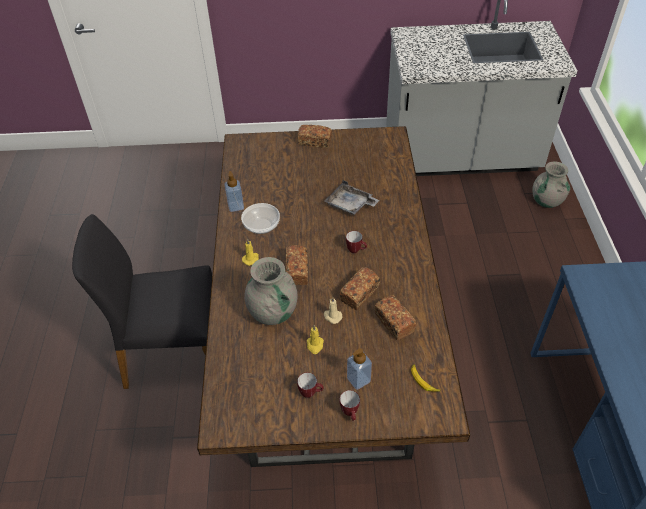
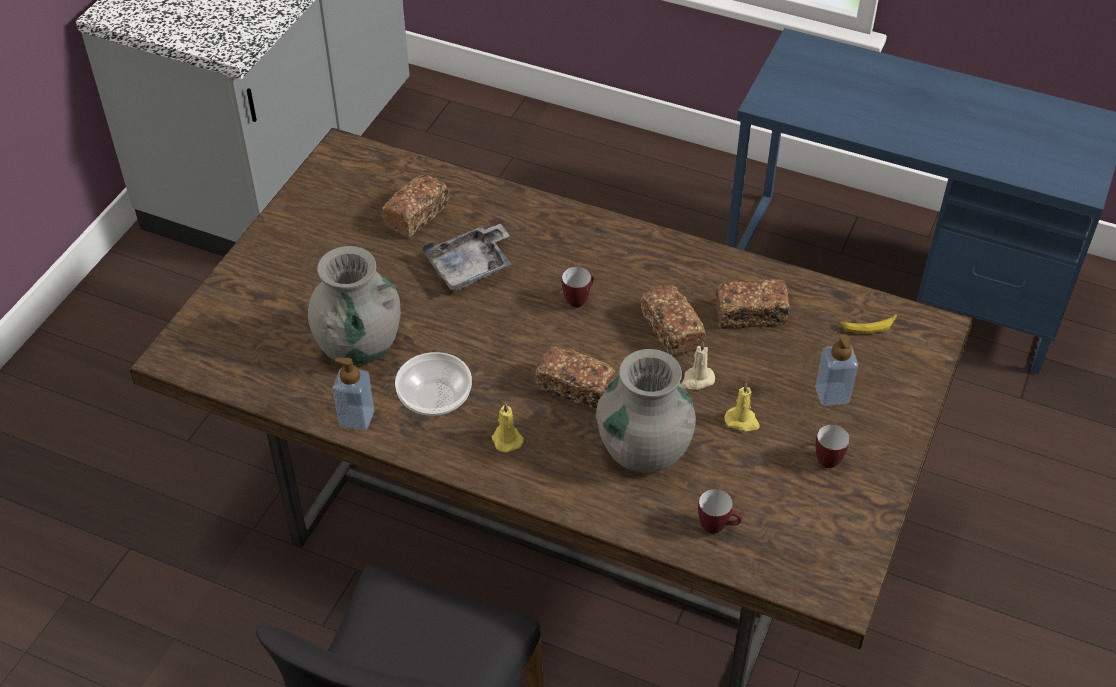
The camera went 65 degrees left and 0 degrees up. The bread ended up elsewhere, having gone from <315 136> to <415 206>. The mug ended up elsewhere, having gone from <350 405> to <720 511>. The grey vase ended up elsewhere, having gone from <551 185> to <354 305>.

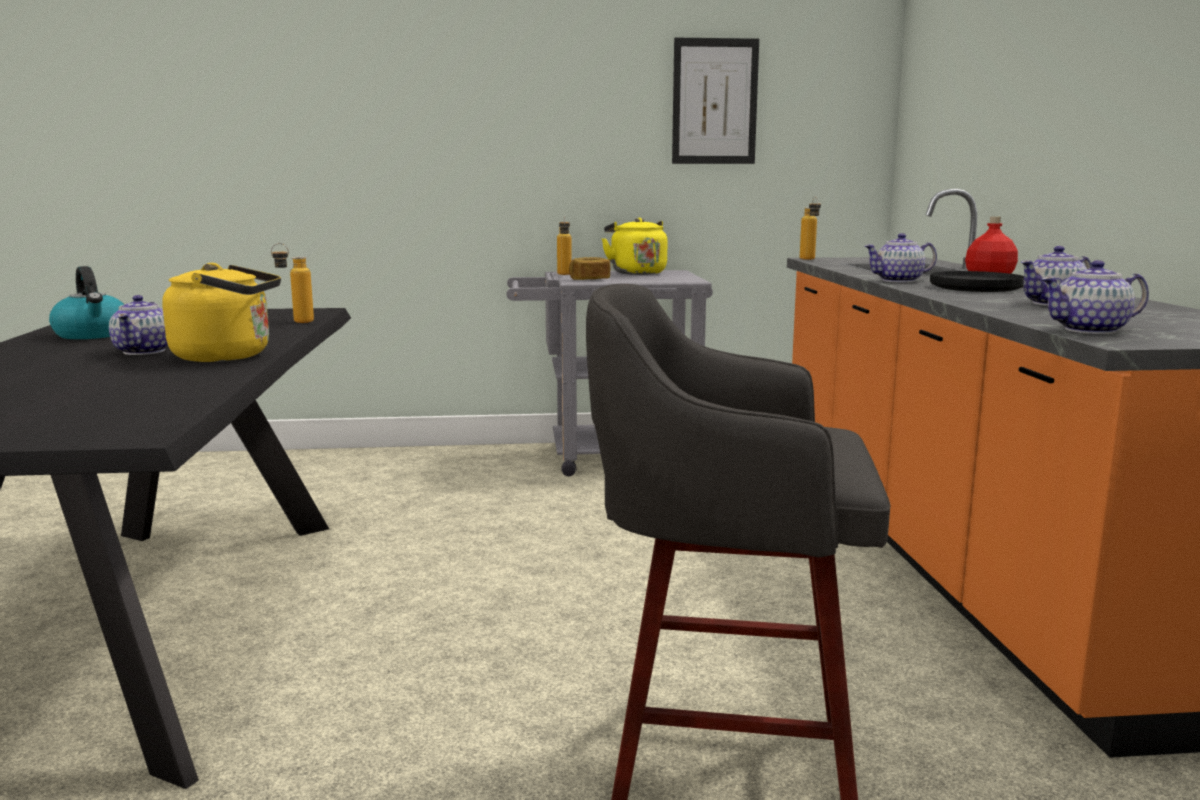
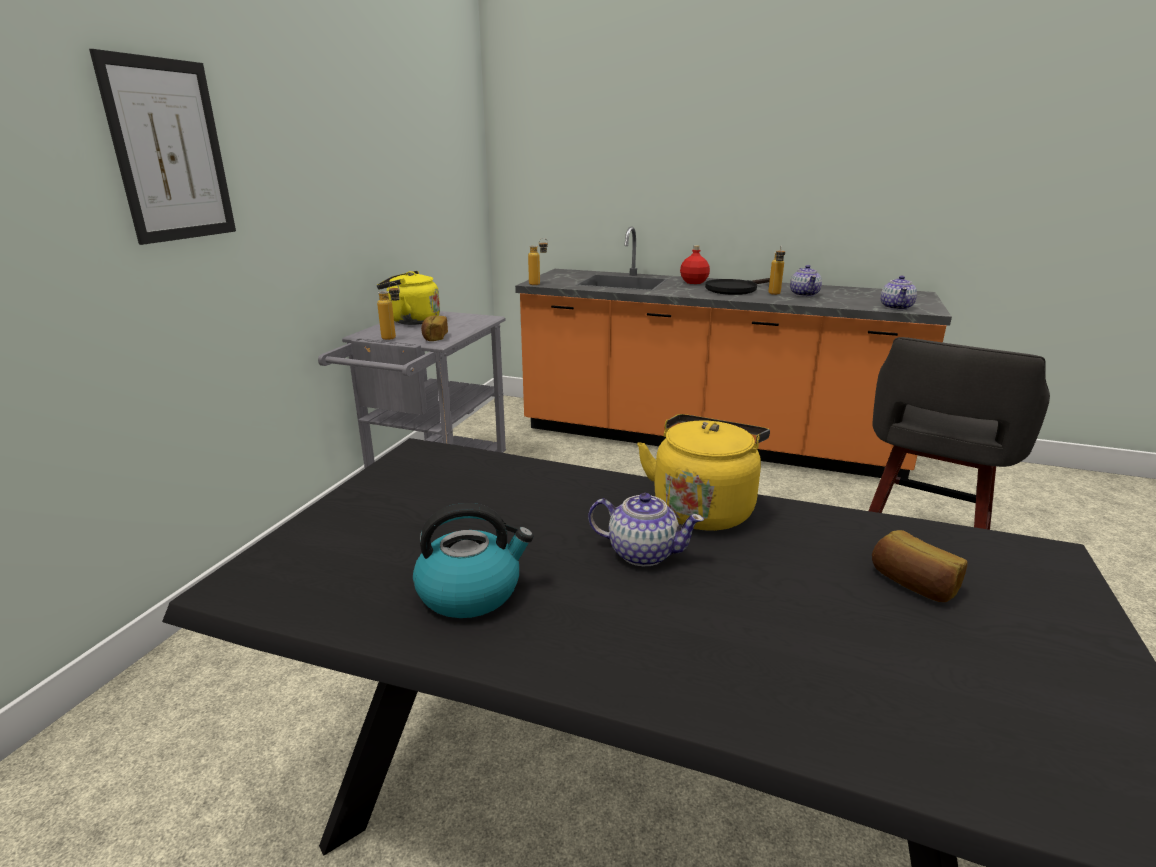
The camera went 65 degrees left and 10 degrees up. The second view lost the teapot at <900 258>. The second view gained the bread at <919 566>. The bottle ended up elsewhere, having gone from <292 283> to <776 270>. The picture ended up elsewhere, having gone from <715 101> to <162 147>.

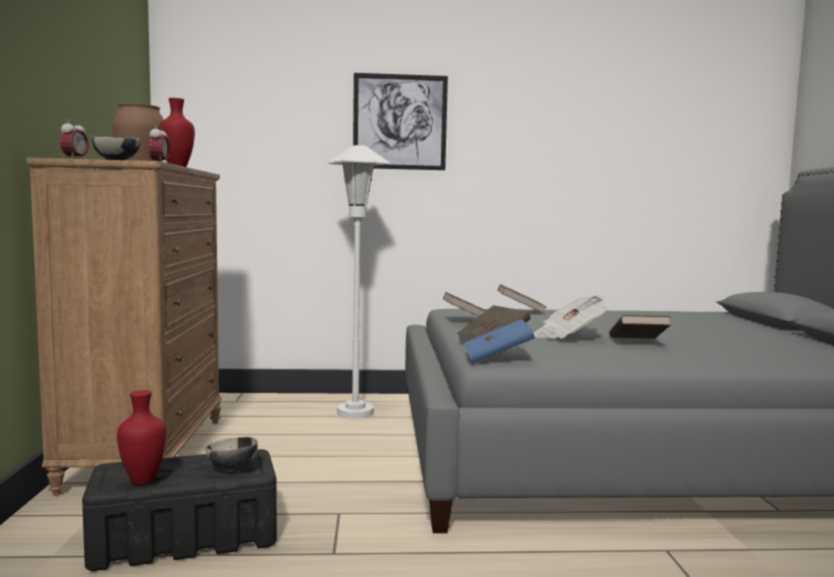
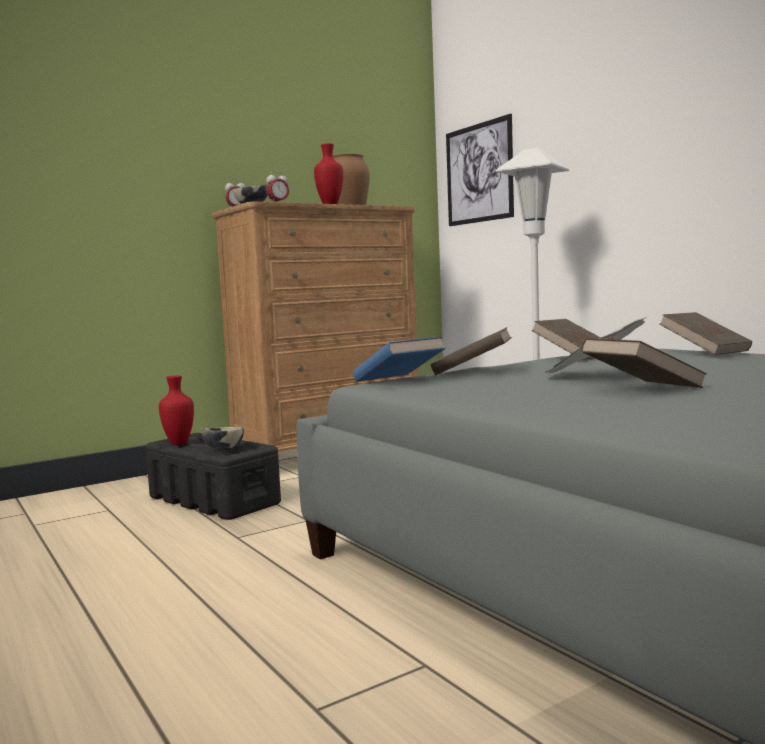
The camera went 60 degrees right and 0 degrees up. The picture ended up elsewhere, having gone from <400 121> to <480 170>.

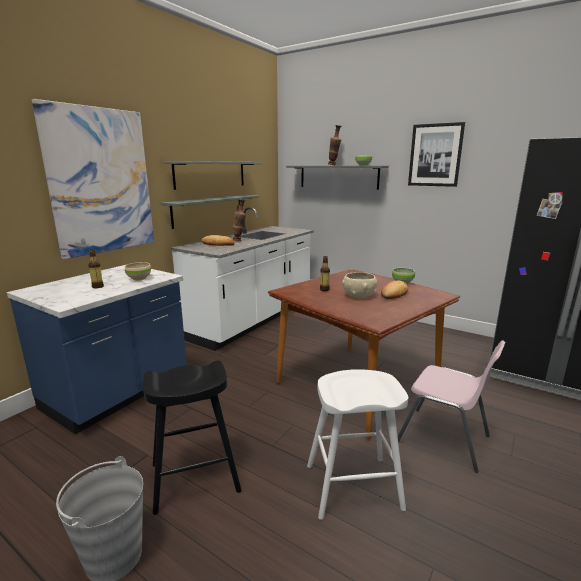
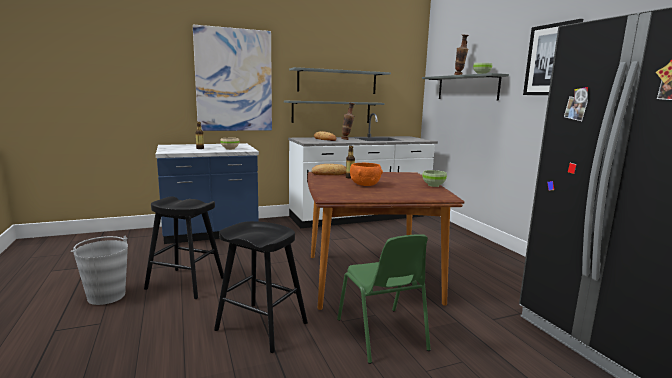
The camera went 35 degrees right and 5 degrees down. The bread ended up elsewhere, having gone from <394 289> to <328 169>. What was the white stool at <357 444> turned into the black stool at <261 287>. What was the beige bowl at <359 285> turned into the orange bowl at <366 174>. What was the pink chair at <451 407> turned into the green chair at <384 299>.

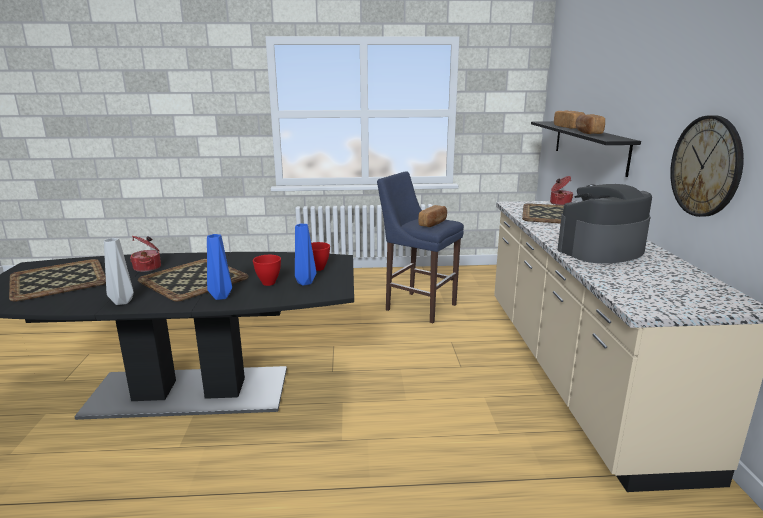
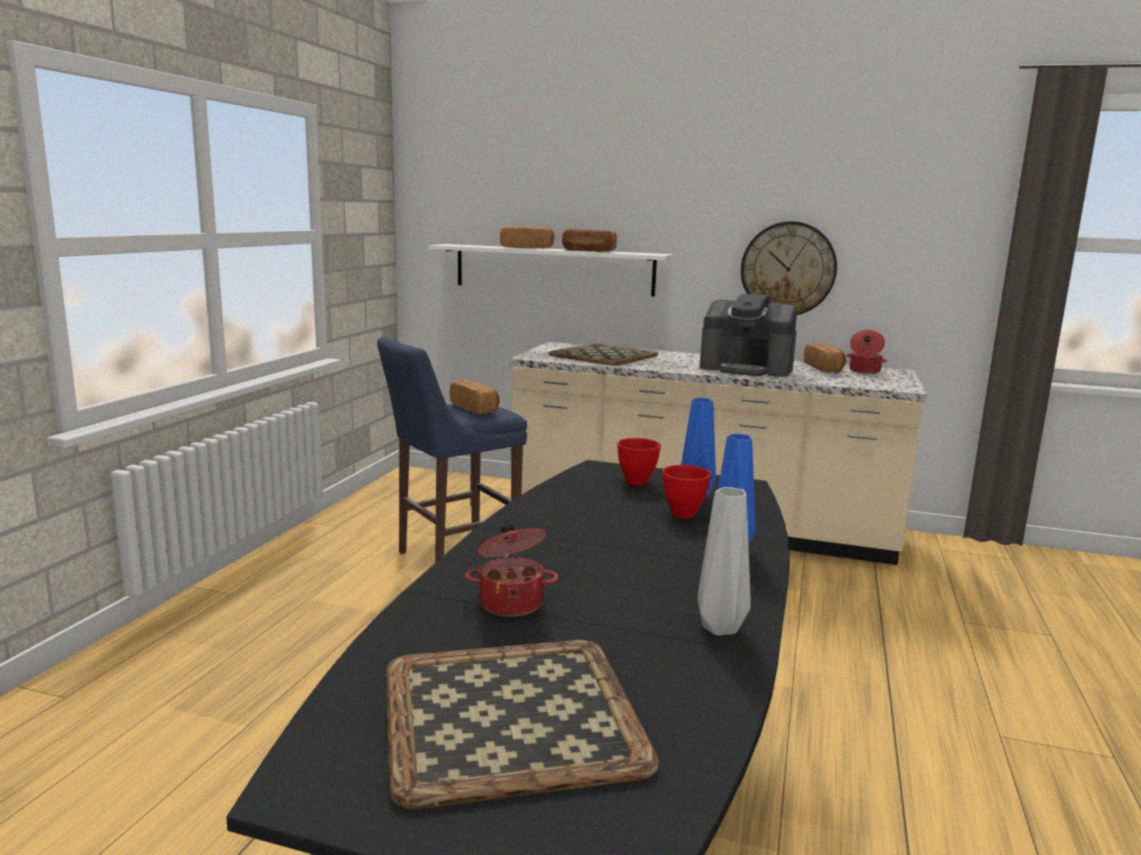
The camera went 70 degrees left and 5 degrees down. The second view lost the tray at <193 280>. The second view gained the bread at <825 358>. The cooking pot ended up elsewhere, having gone from <562 190> to <866 352>. What was the black shelf at <586 149> turned into the white shelf at <550 270>. The coffee machine at <605 224> ended up facing another way, 60 degrees counterclockwise from before.

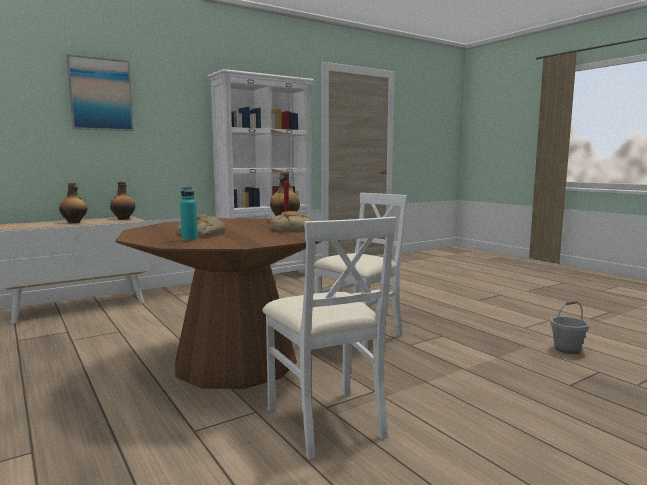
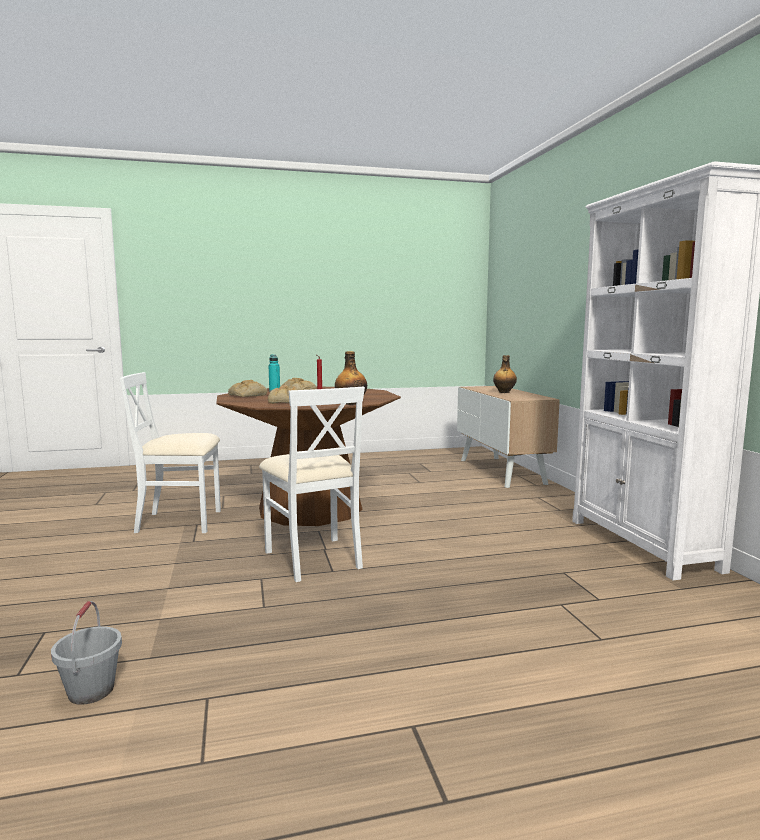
The camera went 110 degrees right and 0 degrees up. The second view lost the picture at <100 92>. The second view lost the bottle at <123 200>. The second view gained the bread at <247 388>.

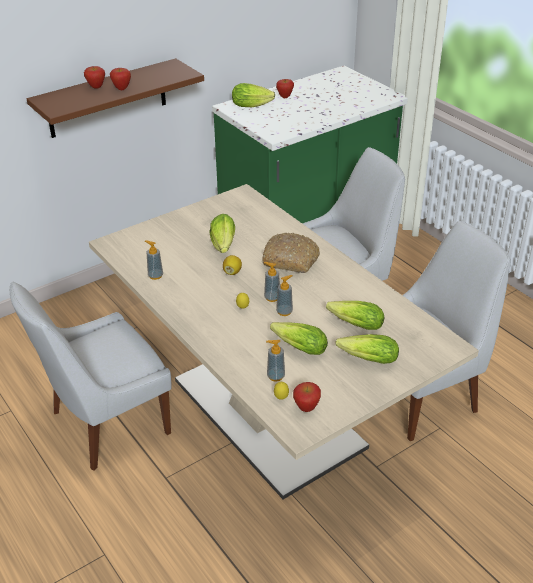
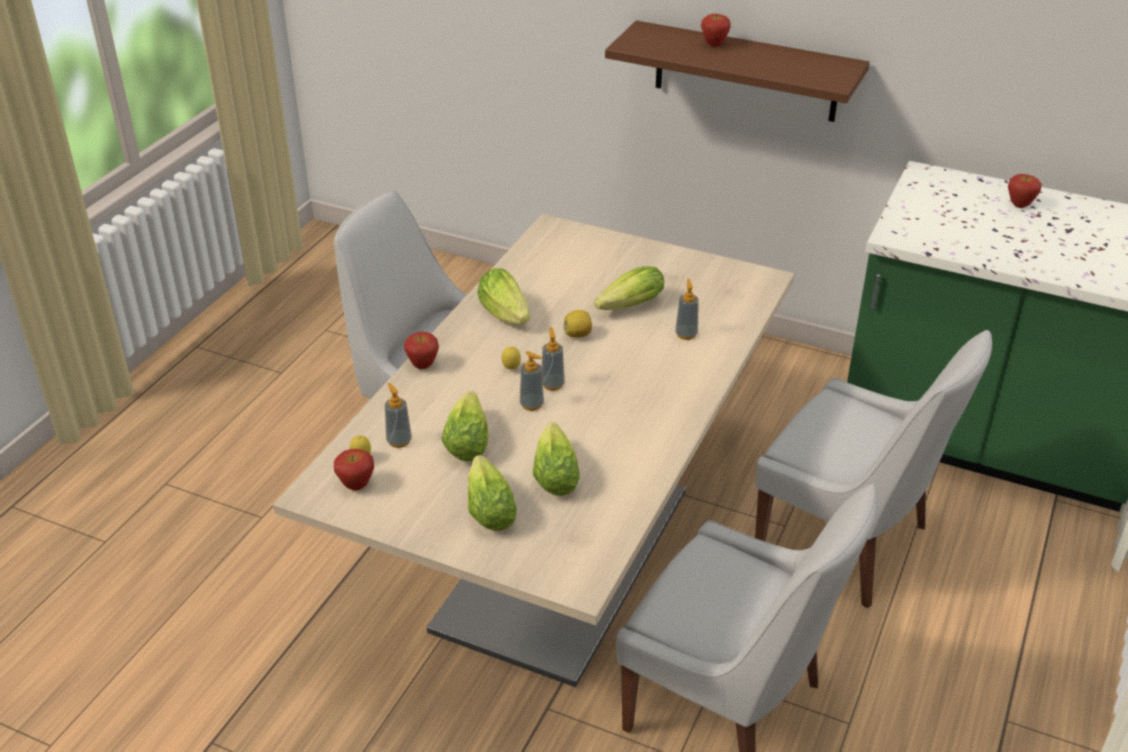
The camera went 60 degrees right and 0 degrees up. The second view lost the bread at <291 253>. The apple ended up elsewhere, having gone from <120 79> to <421 350>. The soap dispenser ended up elsewhere, having gone from <154 260> to <687 309>. The lettuce ended up elsewhere, having gone from <253 95> to <503 296>.

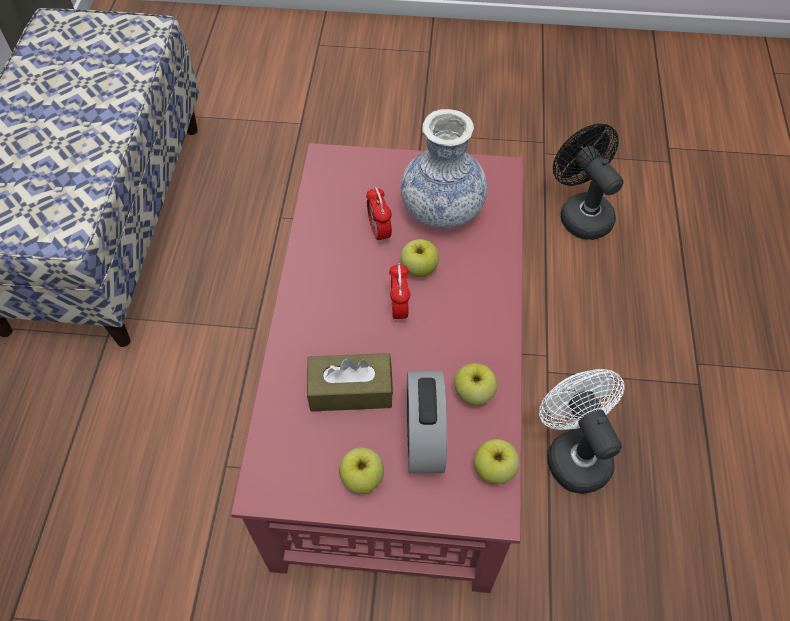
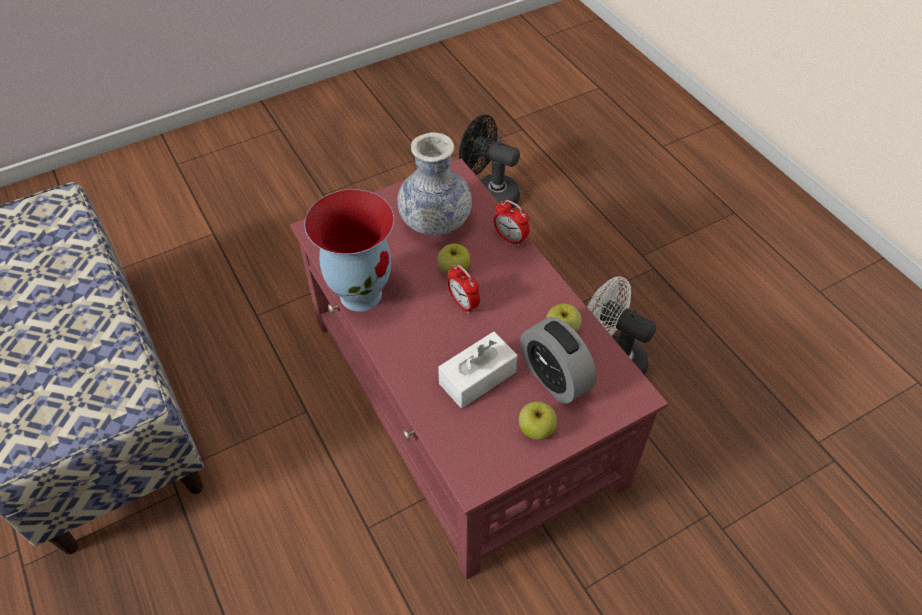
The camera went 35 degrees left and 5 degrees down. The second view lost the apple at <496 461>. The second view gained the vase at <349 250>. The alarm clock ended up elsewhere, having gone from <379 214> to <512 223>. What was the brown tissue box at <350 382> turned into the white tissue box at <478 370>.

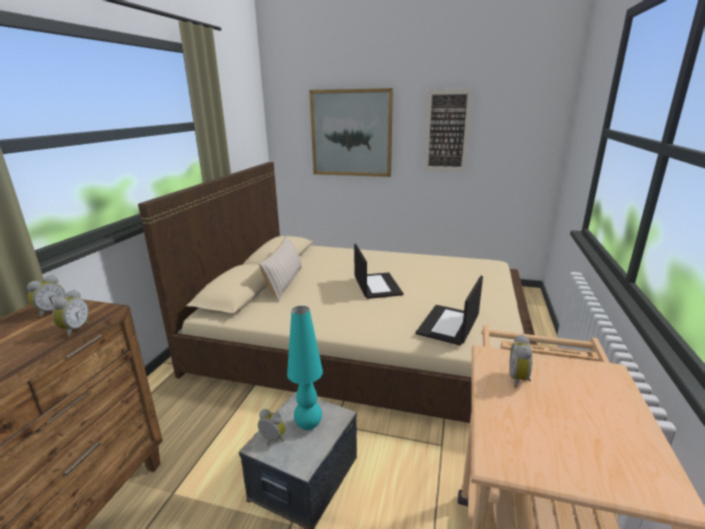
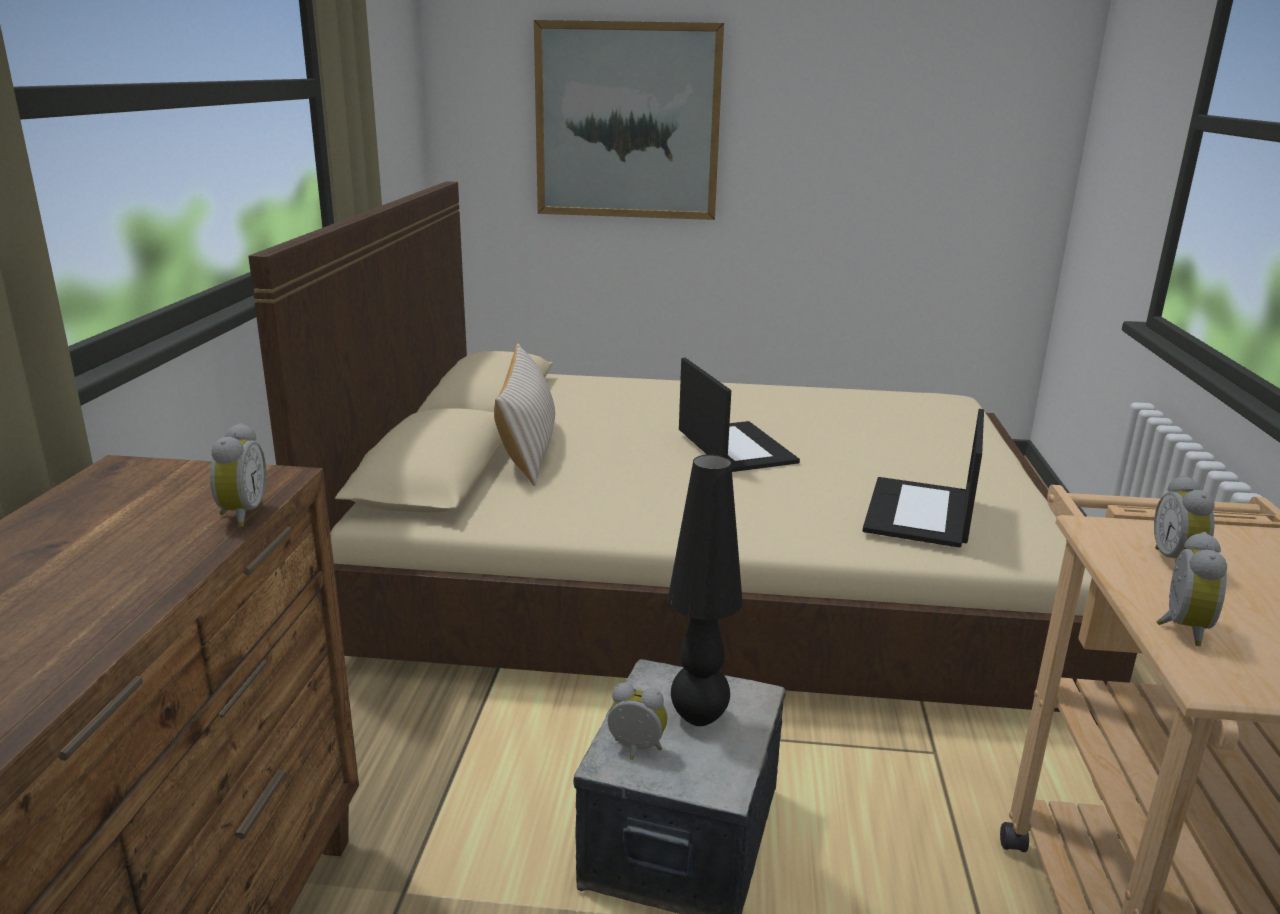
The camera went 10 degrees left and 0 degrees up. The second view lost the picture at <448 130>. The alarm clock ended up elsewhere, having gone from <46 296> to <1192 589>. What was the turquoise table lamp at <305 368> turned into the black table lamp at <705 590>.

